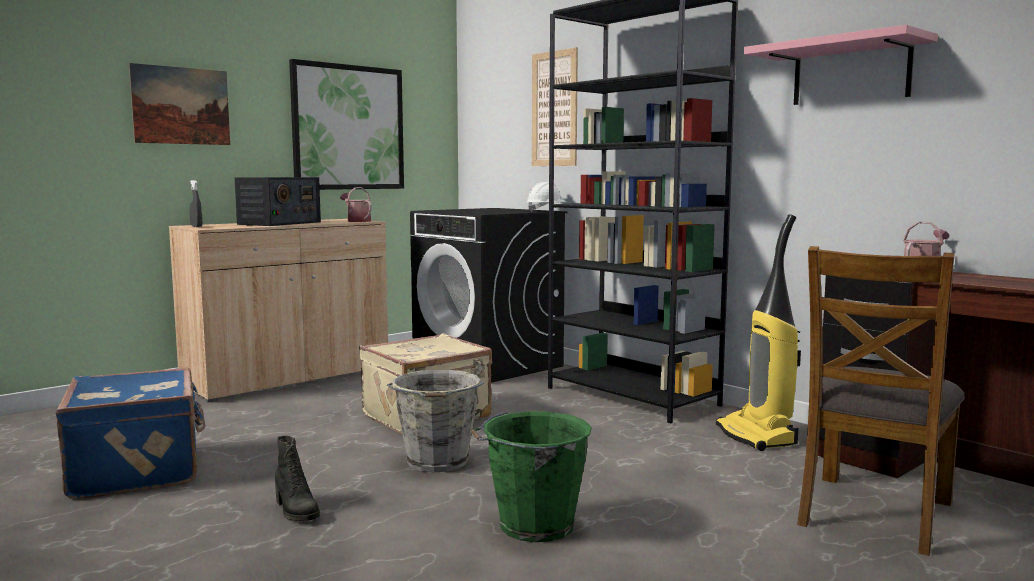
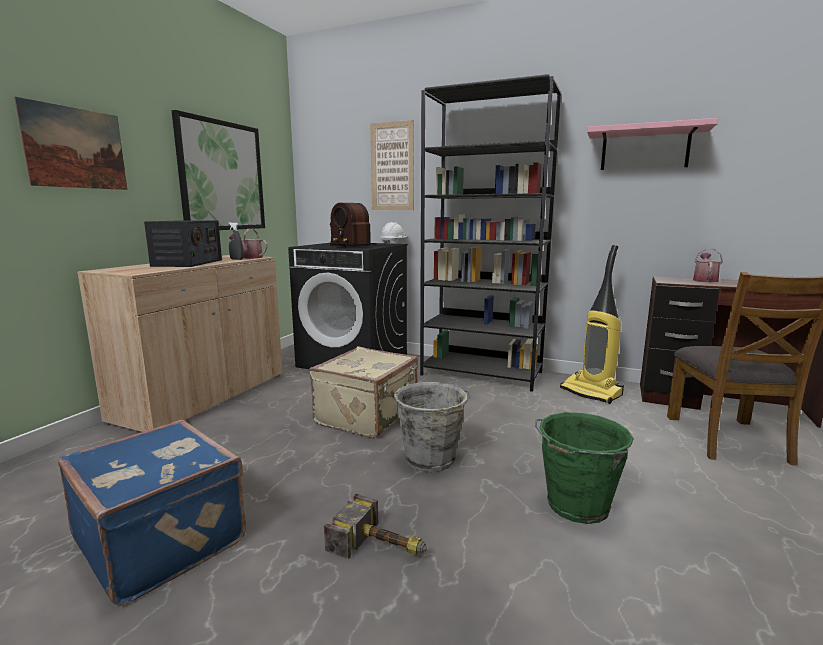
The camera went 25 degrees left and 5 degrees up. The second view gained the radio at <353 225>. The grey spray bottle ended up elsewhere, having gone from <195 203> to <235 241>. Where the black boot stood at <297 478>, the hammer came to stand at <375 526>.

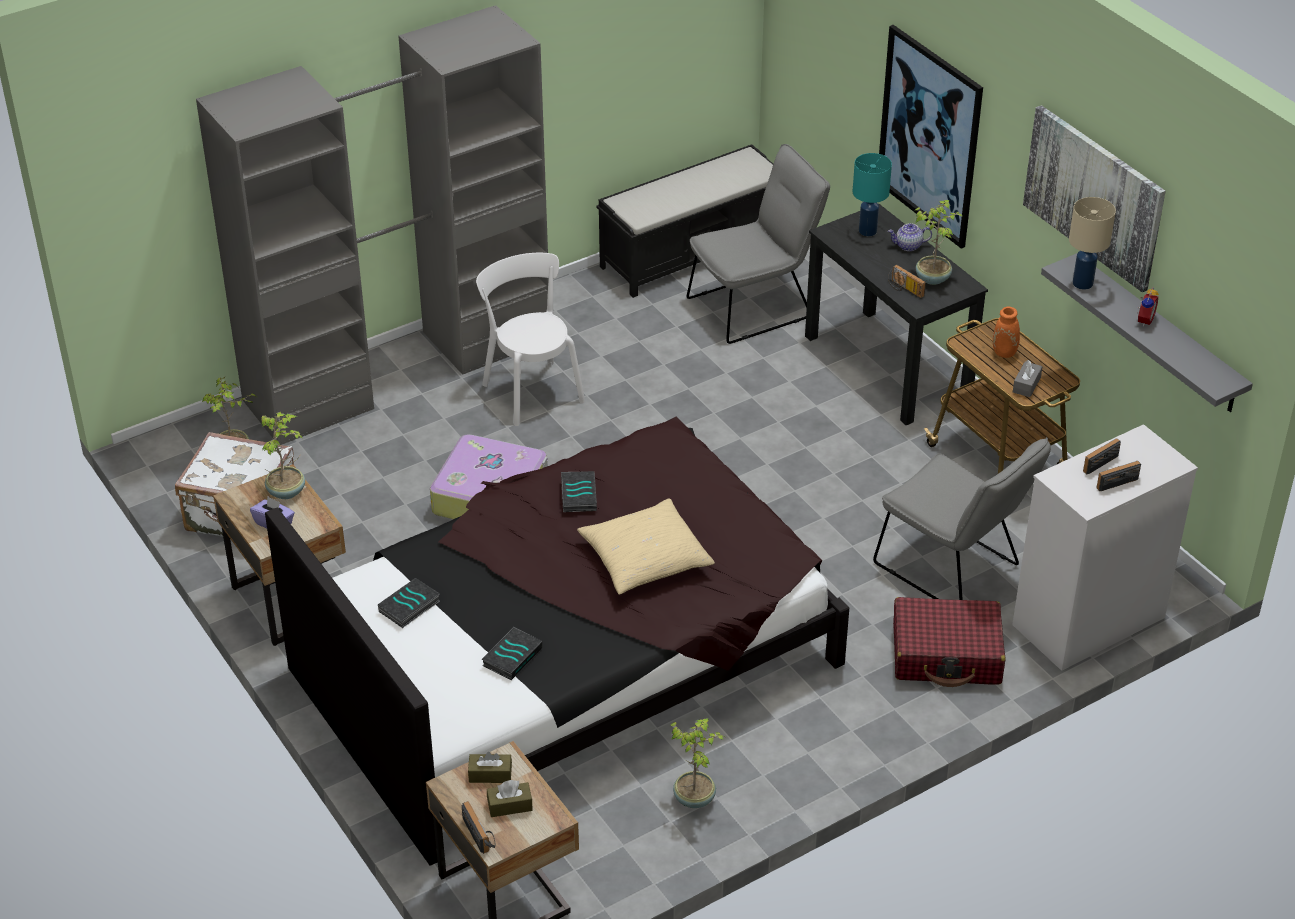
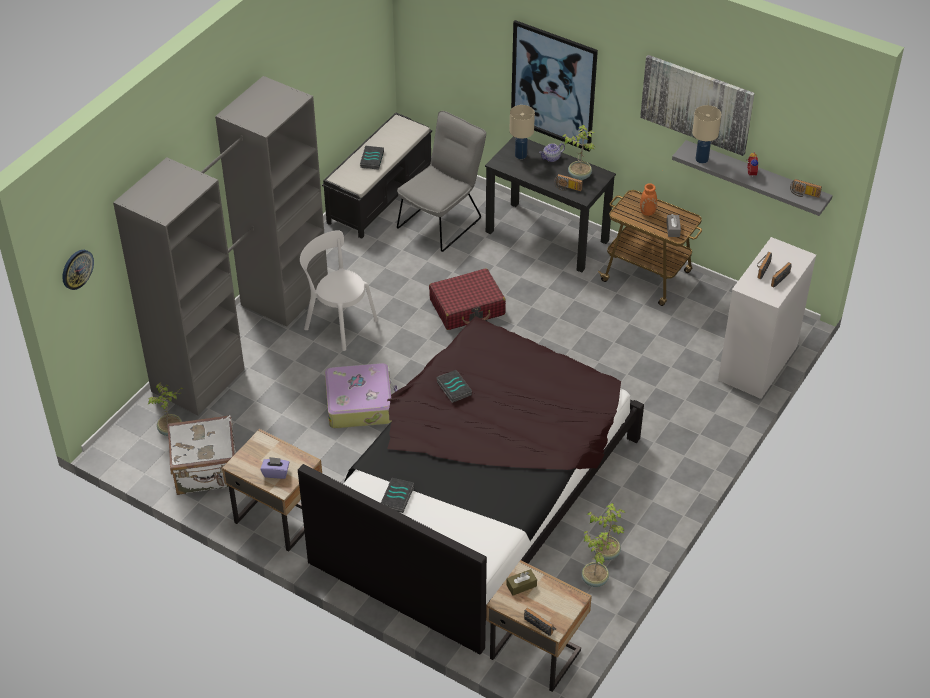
The camera went 25 degrees left and 5 degrees up. The second view lost the brown tissue box at <510 798>. The second view lost the beige pillow at <646 546>. The second view lost the grey chair at <962 518>. The second view gained the wall clock at <78 270>. The second view gained the radio at <806 188>. The potted plant ended up elsewhere, having gone from <283 455> to <599 559>. The book ended up elsewhere, having gone from <512 653> to <372 157>. The red suitcase ended up elsewhere, having gone from <949 642> to <467 299>. What was the turquoise table lamp at <872 194> turned into the beige table lamp at <522 132>.

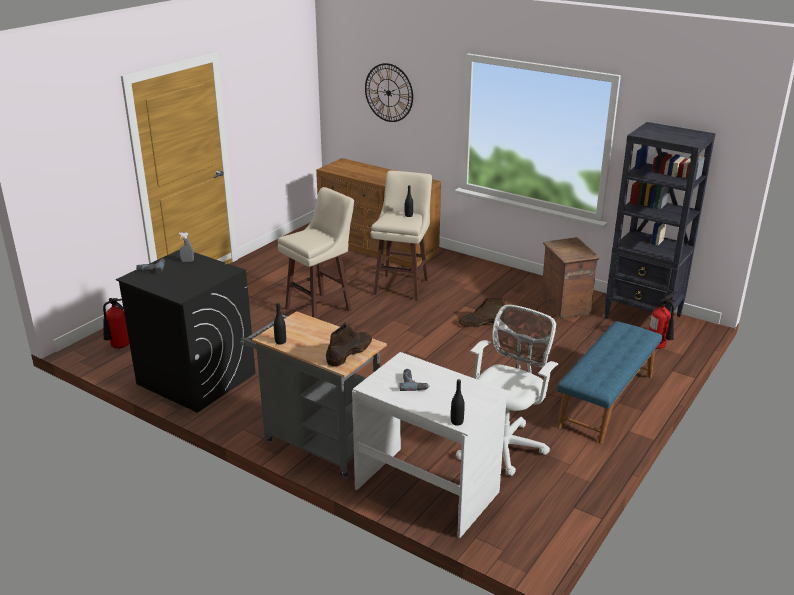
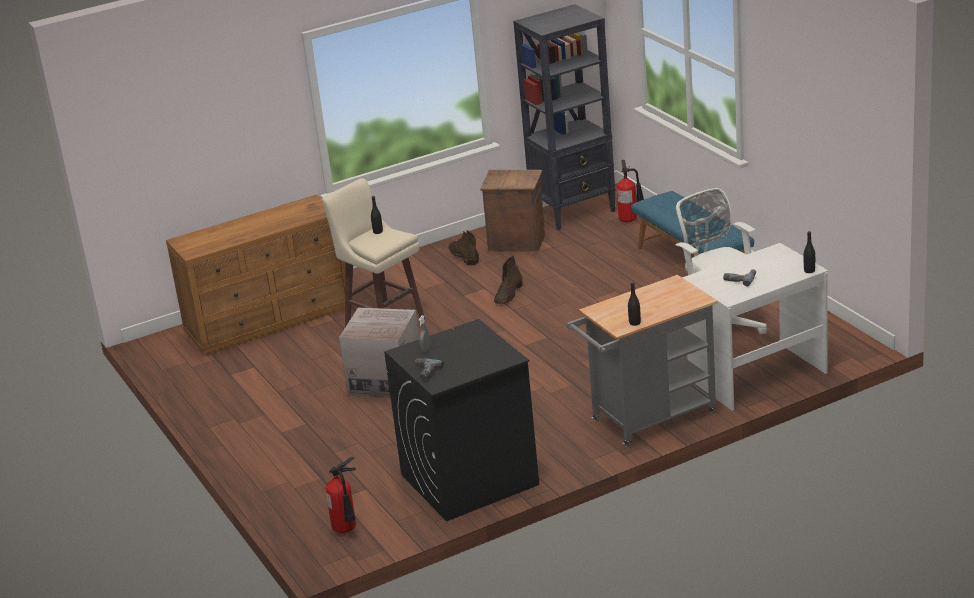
The camera went 60 degrees left and 0 degrees up. The second view lost the wall clock at <389 92>. The brown boot ended up elsewhere, having gone from <349 344> to <463 248>. Where the beige stool stood at <316 252>, the cardboard box came to stand at <379 353>.

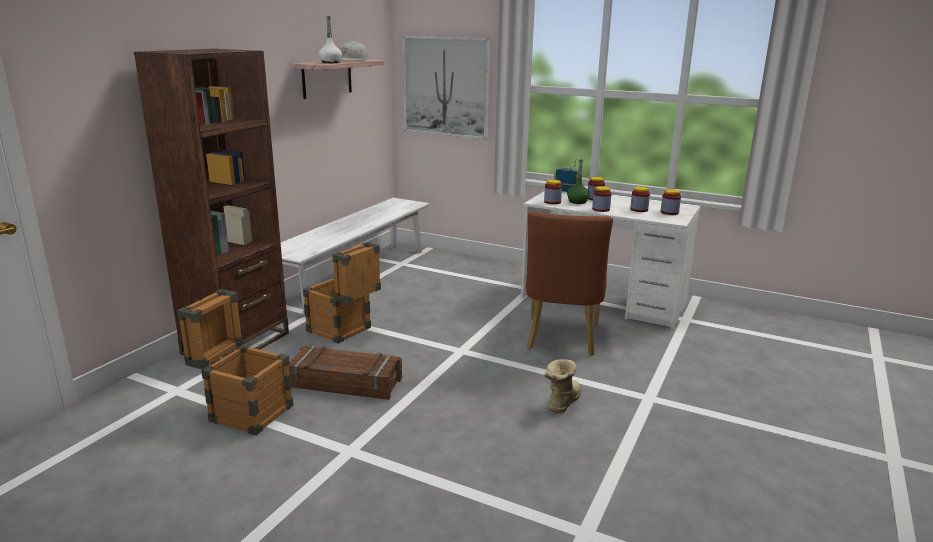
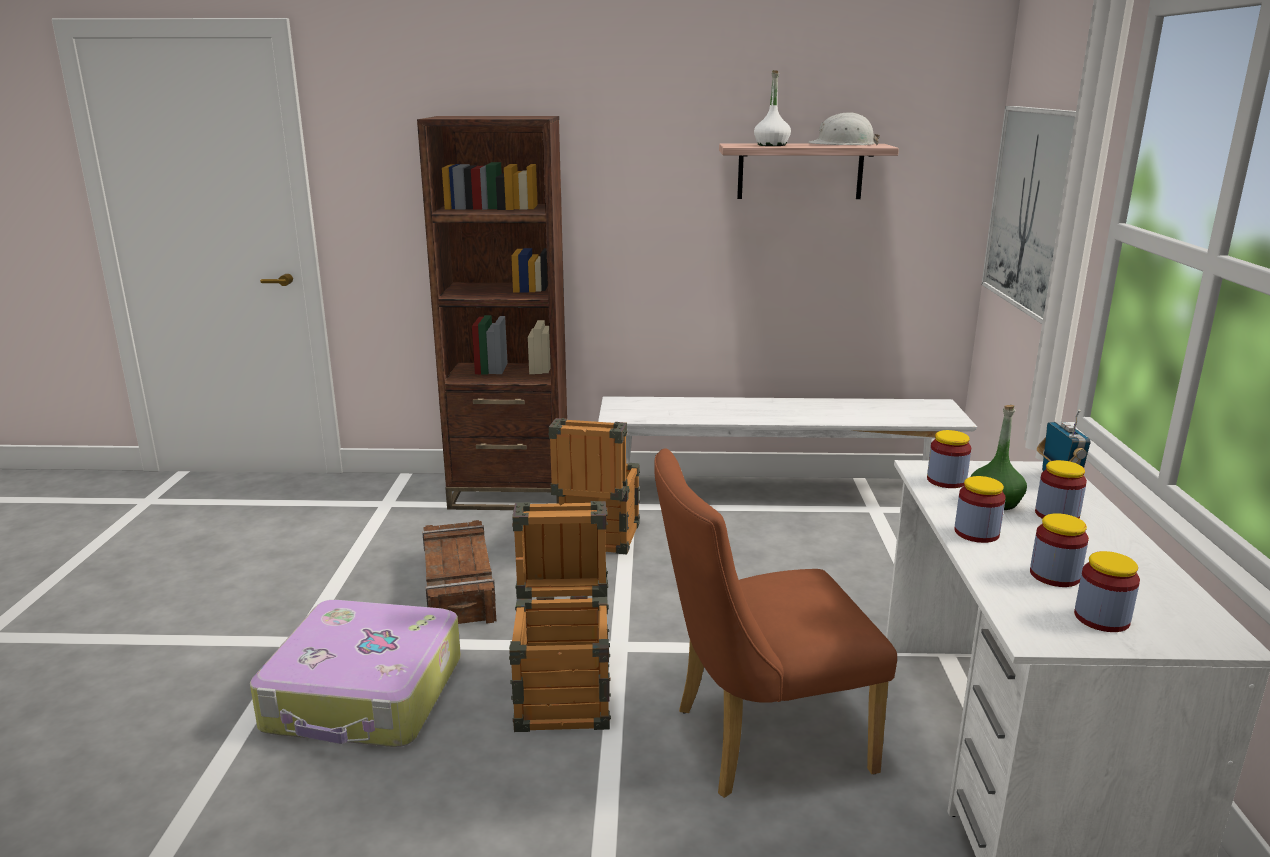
The camera went 65 degrees right and 0 degrees up. The second view lost the boot at <563 386>. The second view gained the suitcase at <355 673>. The crate ended up elsewhere, having gone from <235 362> to <560 616>.

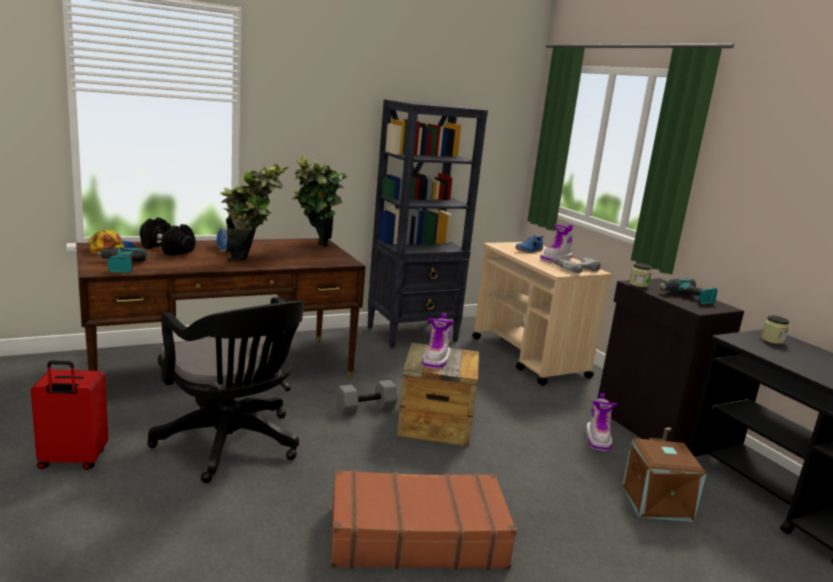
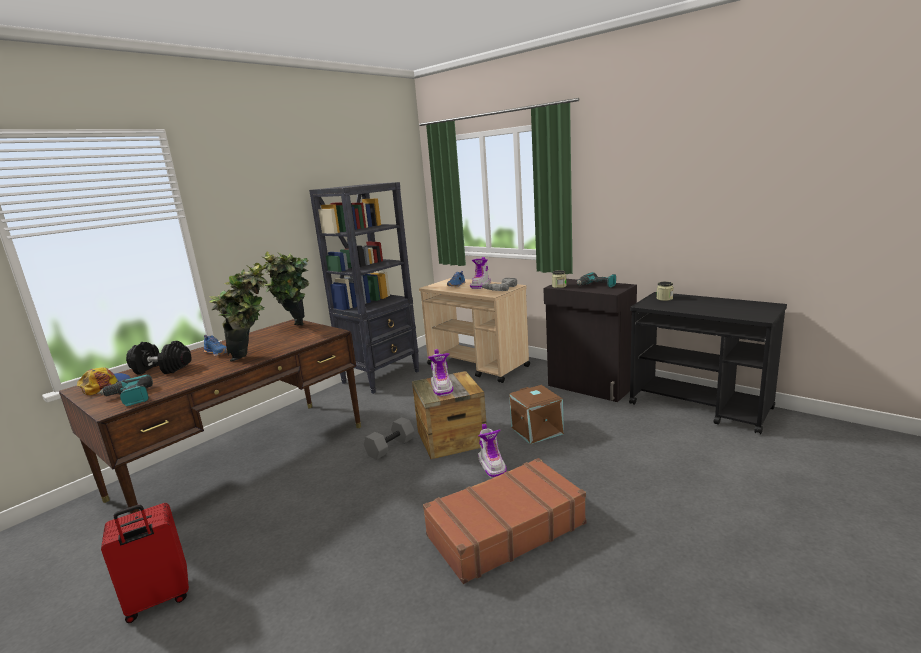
The camera went 20 degrees left and 0 degrees up. The second view lost the black office chair at <225 390>. The boot ended up elsewhere, having gone from <602 422> to <492 451>. The brown storage box ended up elsewhere, having gone from <664 480> to <536 414>.

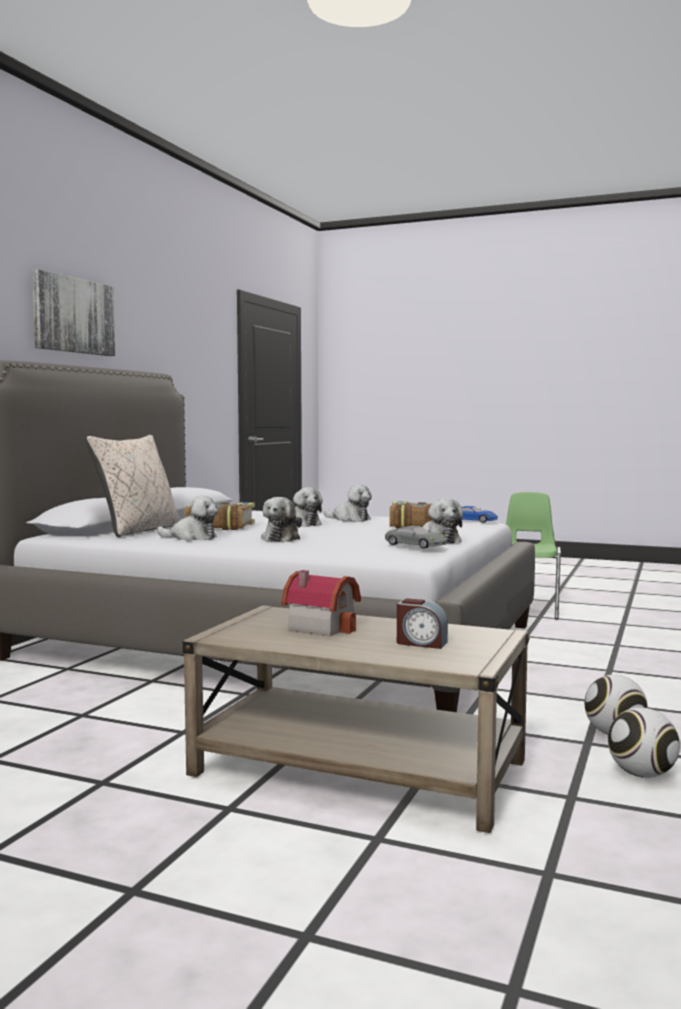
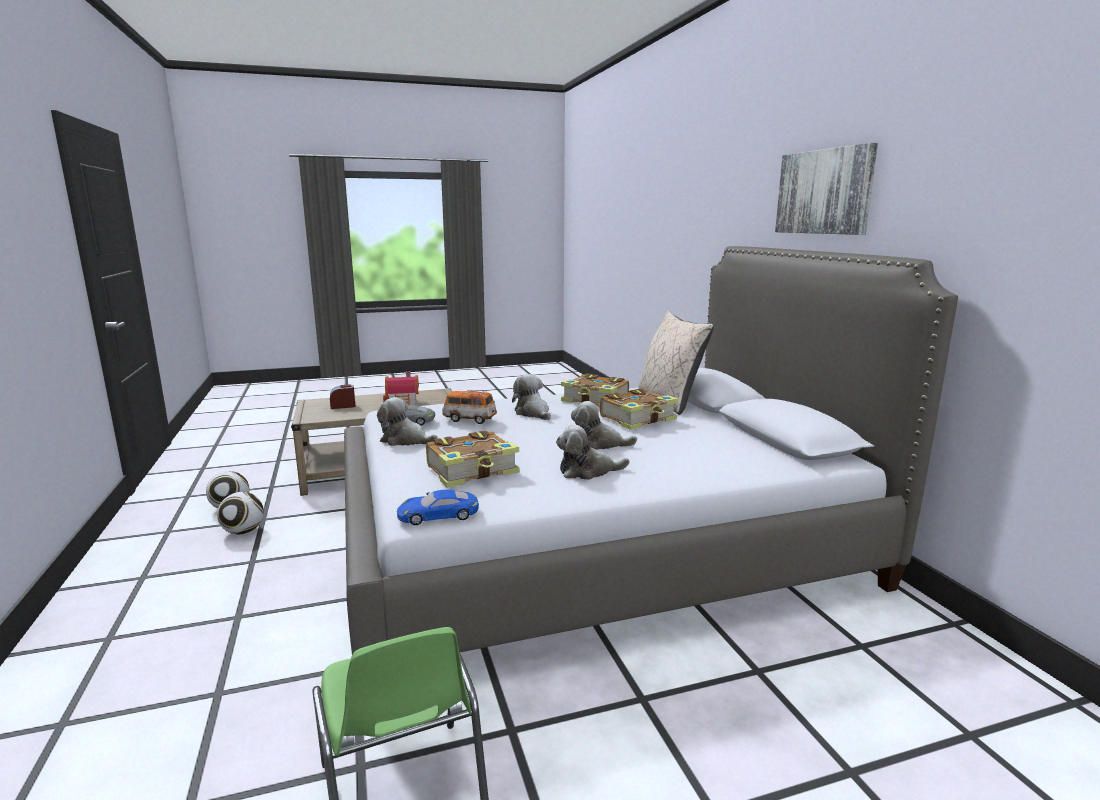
The camera went 140 degrees right and 10 degrees up. The second view gained the toy car at <469 407>. Where the plush toy stood at <187 518>, the book came to stand at <595 390>.

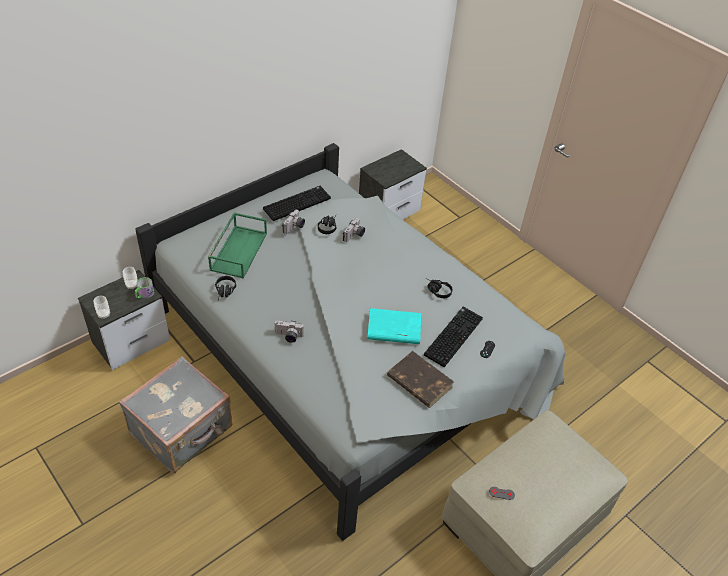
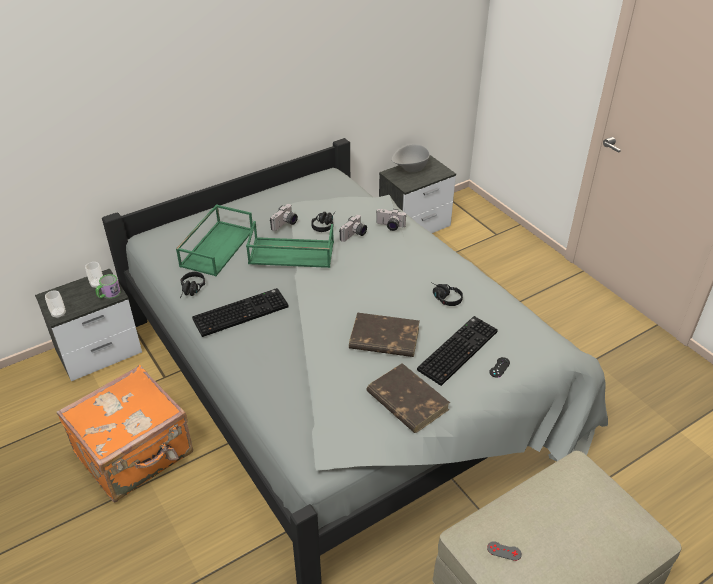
The camera went 10 degrees right and 5 degrees down. The second view gained the green tray at <290 244>. The second view gained the grey bowl at <411 158>. The keyboard ended up elsewhere, having gone from <297 203> to <240 312>. The photo camera ended up elsewhere, having gone from <289 332> to <391 220>. What was the grey suitcase at <175 414> turned into the orange suitcase at <125 434>. What was the turquoise book at <394 326> turned into the brown book at <384 334>.

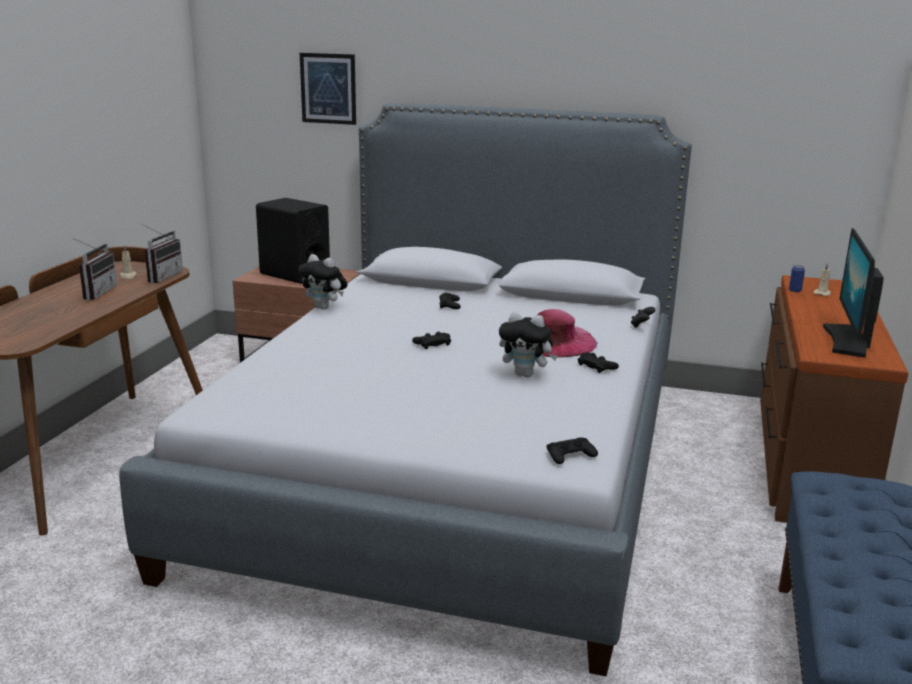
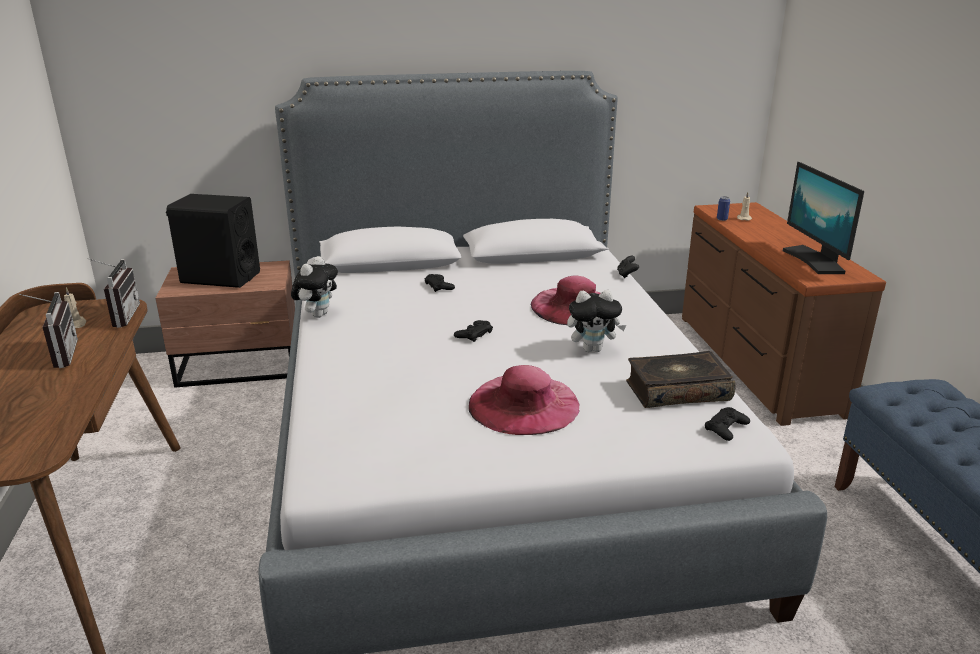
The camera went 25 degrees left and 5 degrees up. The second view lost the picture at <328 89>. The second view lost the black game controller at <598 363>. The second view gained the pink hat at <524 400>. The second view gained the book at <681 379>. The plush toy at <323 282> ended up facing another way, 75 degrees counterclockwise from before.

